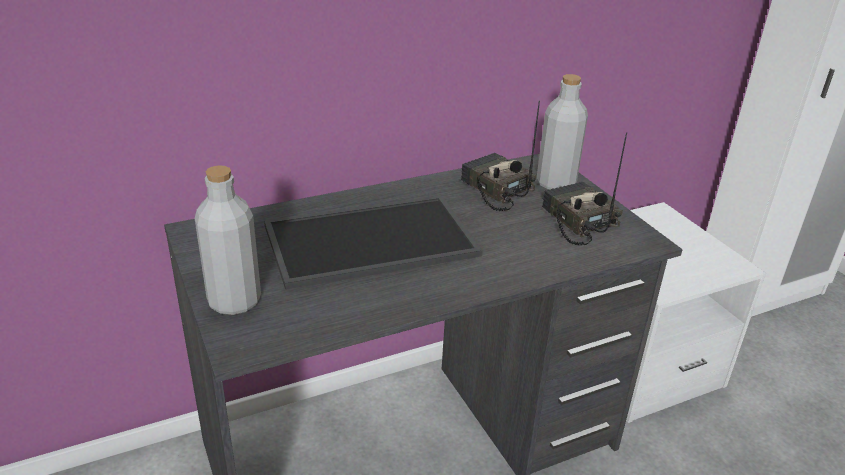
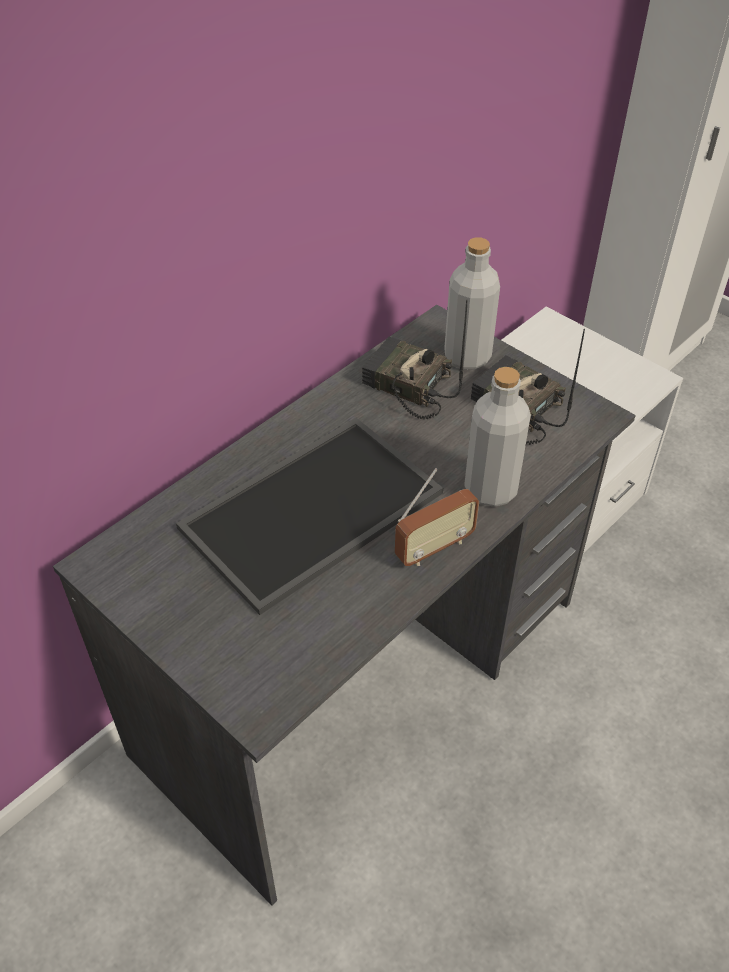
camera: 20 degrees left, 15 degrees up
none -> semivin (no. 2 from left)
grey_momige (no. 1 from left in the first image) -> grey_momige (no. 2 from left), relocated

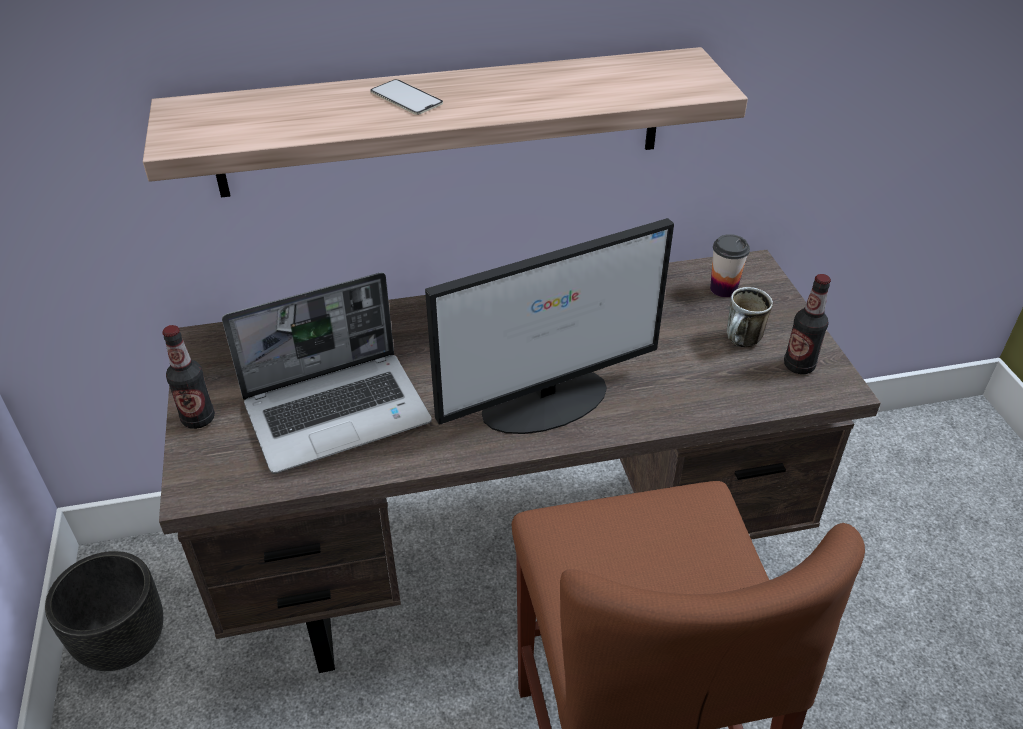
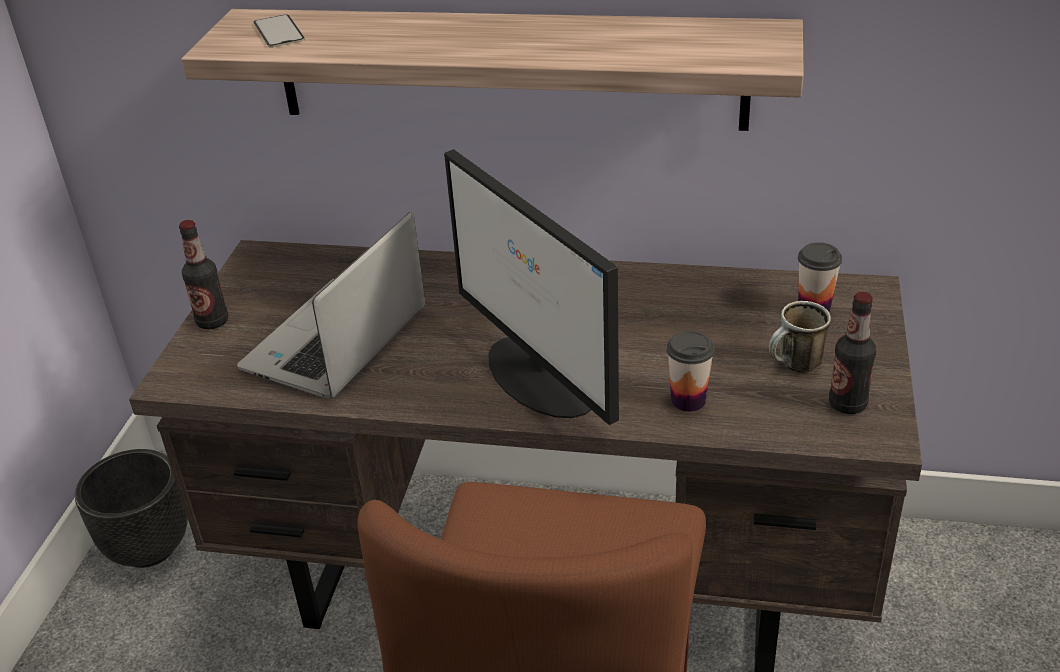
camera: 25 degrees right, 5 degrees down
none -> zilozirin (no. 1 from left)
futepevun, relocated
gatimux, 120 degrees clockwise
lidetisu, 60 degrees clockwise

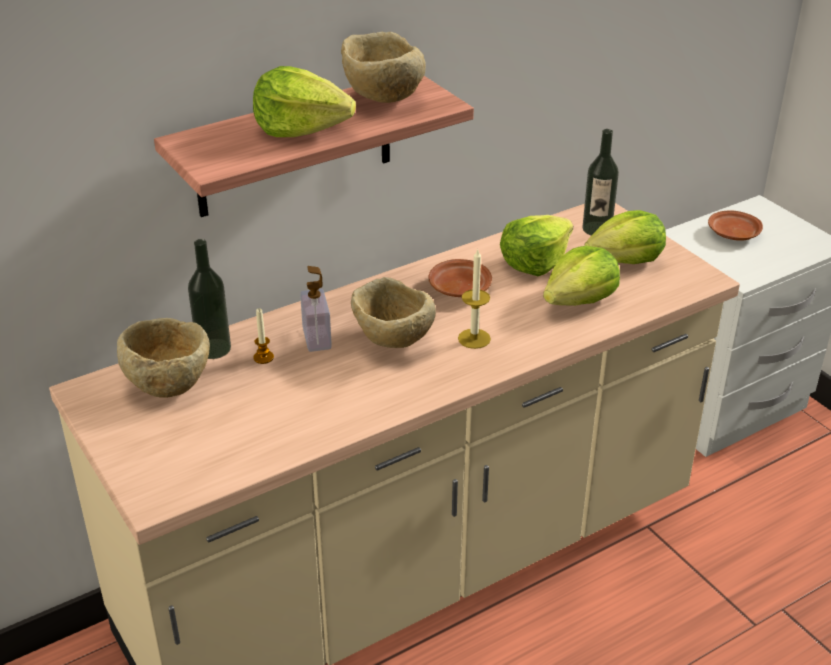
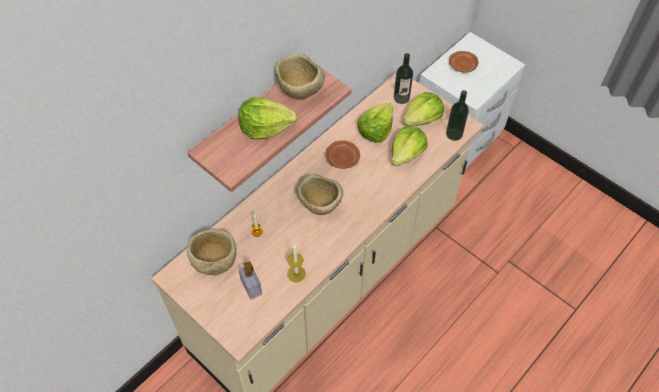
camera: 15 degrees left, 20 degrees up
momige (no. 1 from left in the first image) -> momige (no. 2 from left), relocated
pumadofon, relocated
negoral (no. 2 from left), relocated

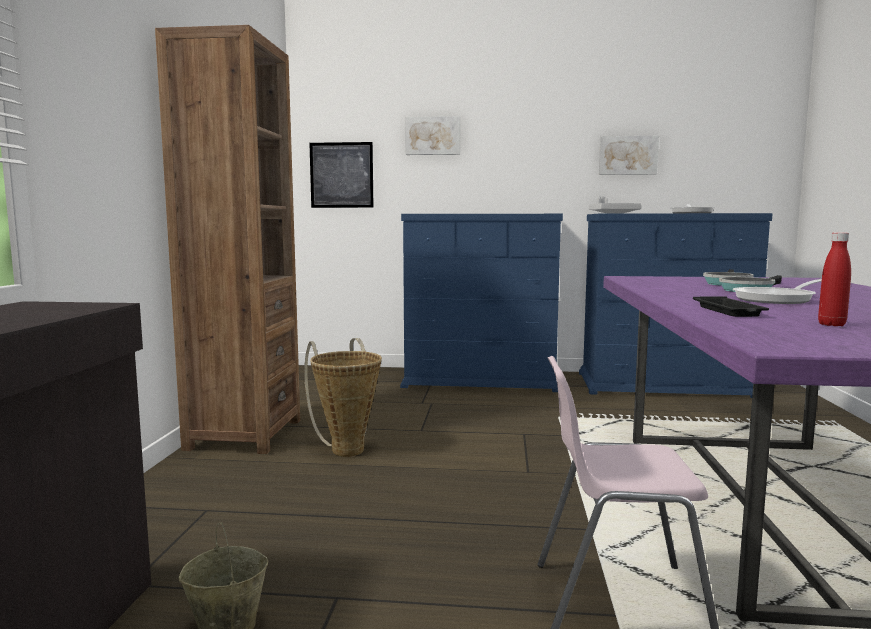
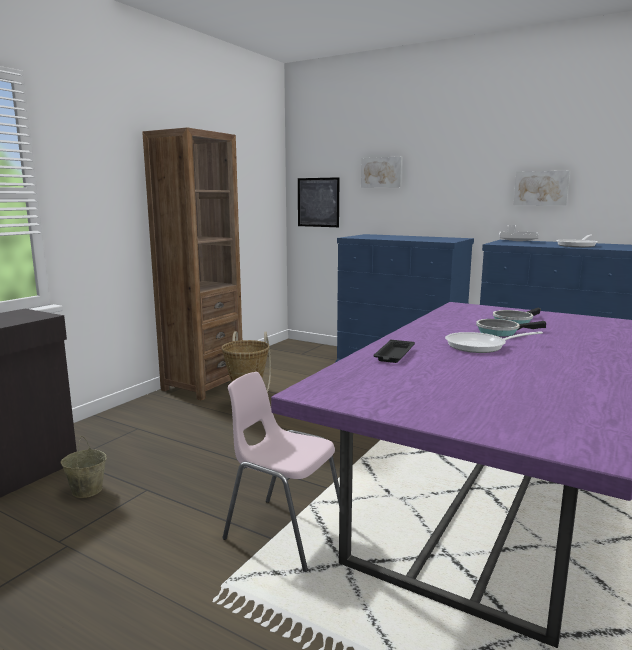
camera: 25 degrees right, 5 degrees up
red_momige -> none

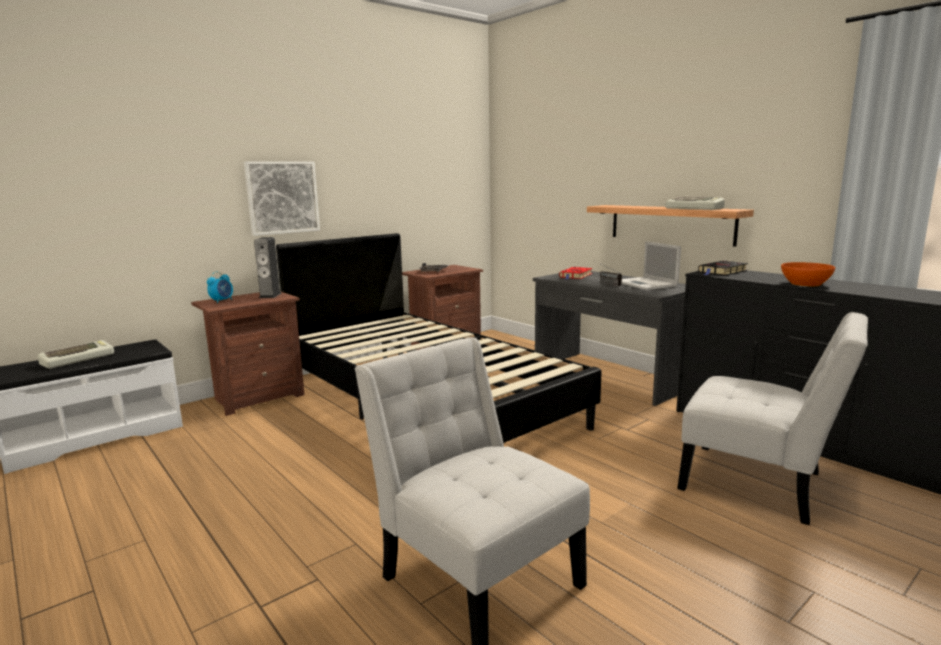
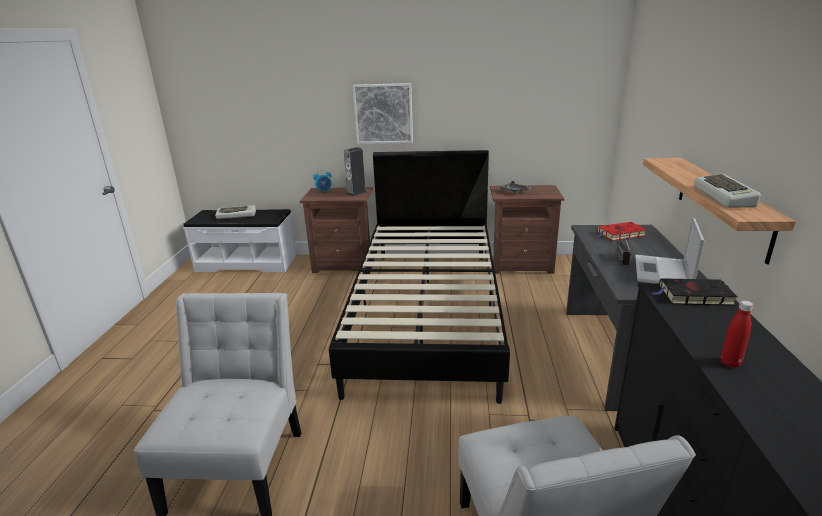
camera: 45 degrees right, 10 degrees up
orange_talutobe -> red_momige

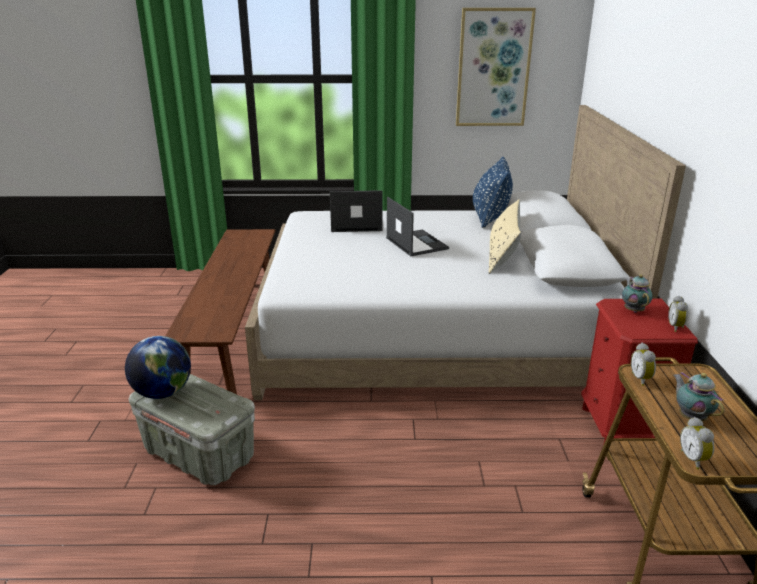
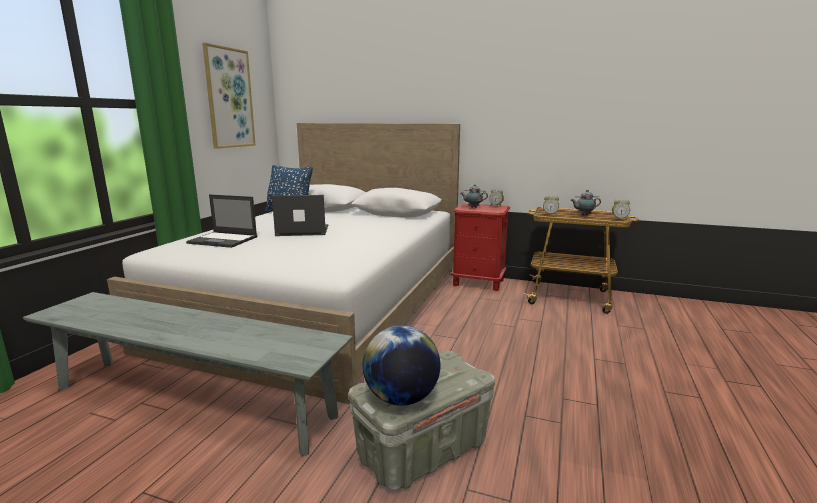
camera: 70 degrees left, 10 degrees down
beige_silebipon -> none
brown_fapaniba -> grey_fapaniba
gatimux (no. 1 from left), 90 degrees counterclockwise

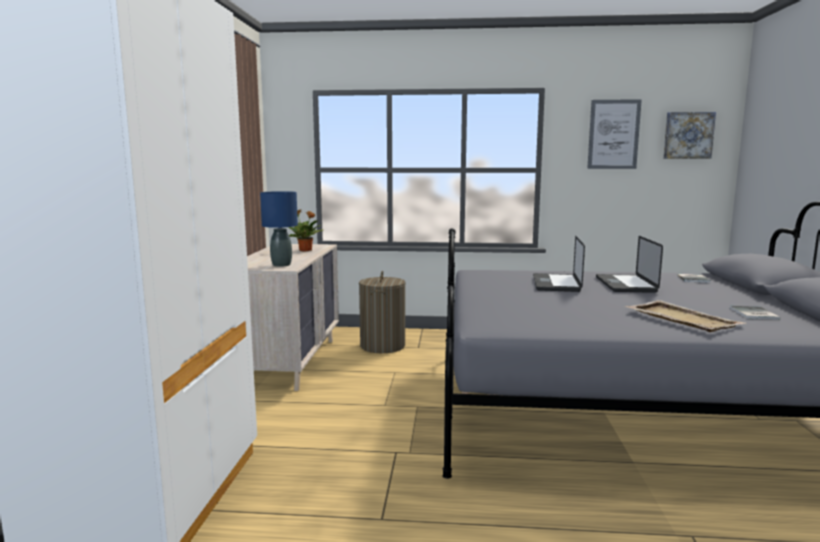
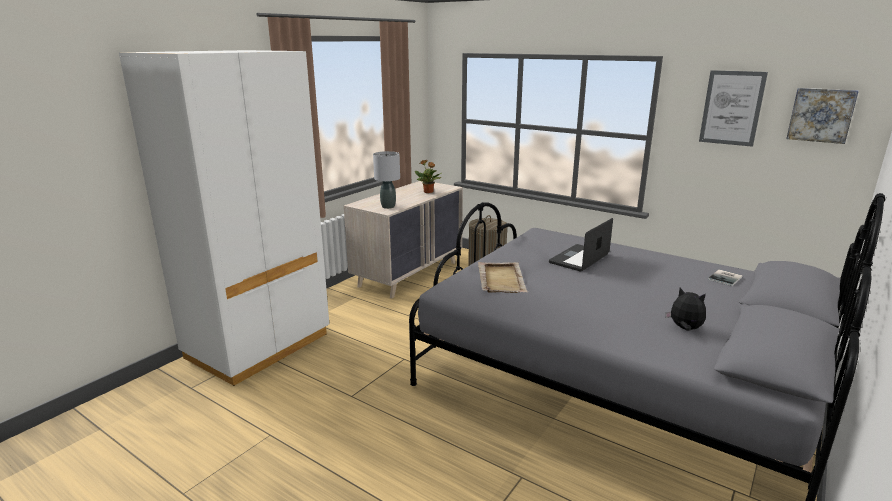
camera: 30 degrees right, 10 degrees up
gatimux (no. 2 from left) -> none
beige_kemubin, relocated
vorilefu (no. 2 from left) -> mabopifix
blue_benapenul -> grey_benapenul

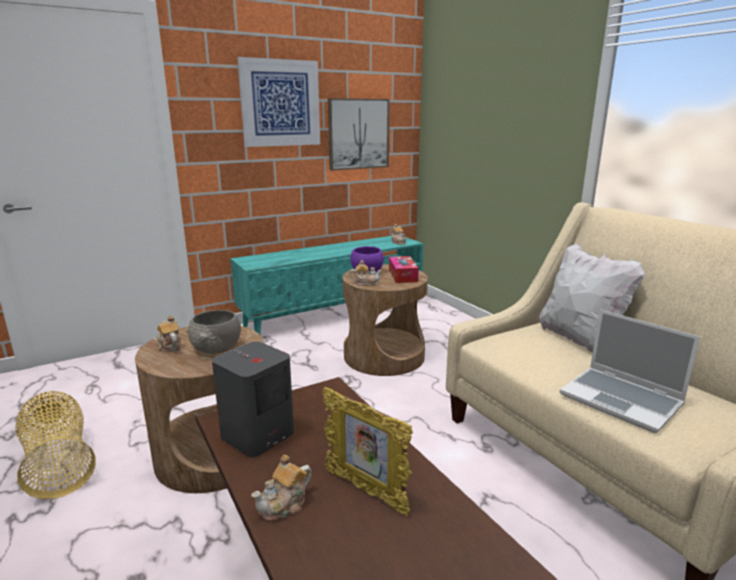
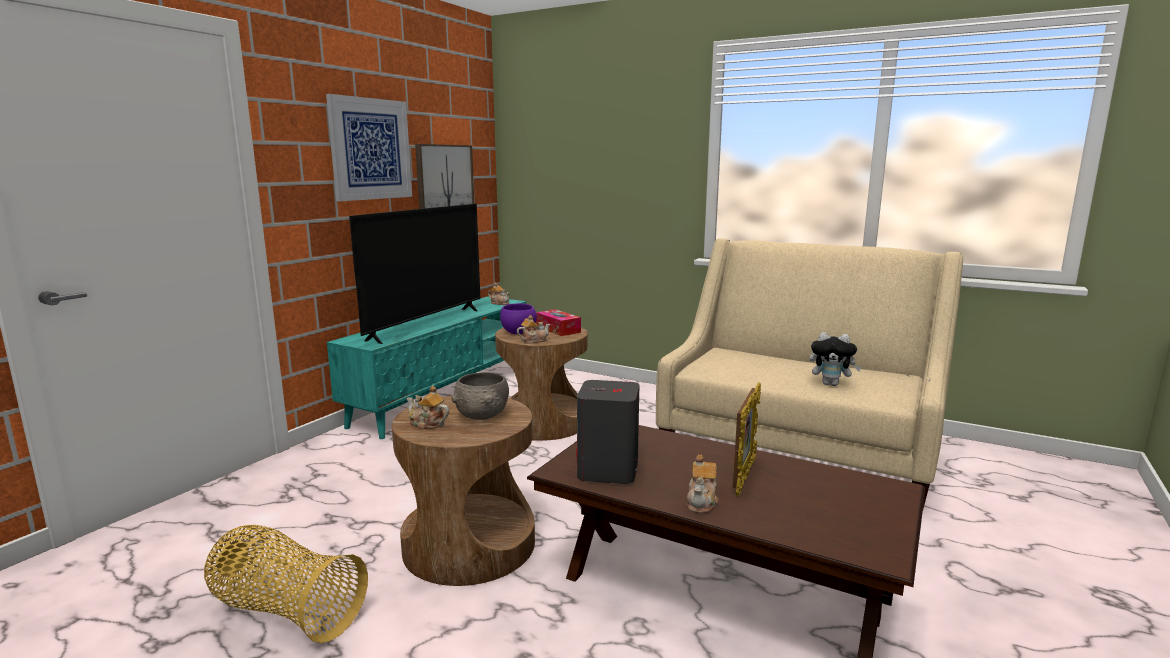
camera: 30 degrees left, 5 degrees down
white_silebipon -> none
none -> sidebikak
gatimux -> mabopifix
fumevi, 75 degrees counterclockwise

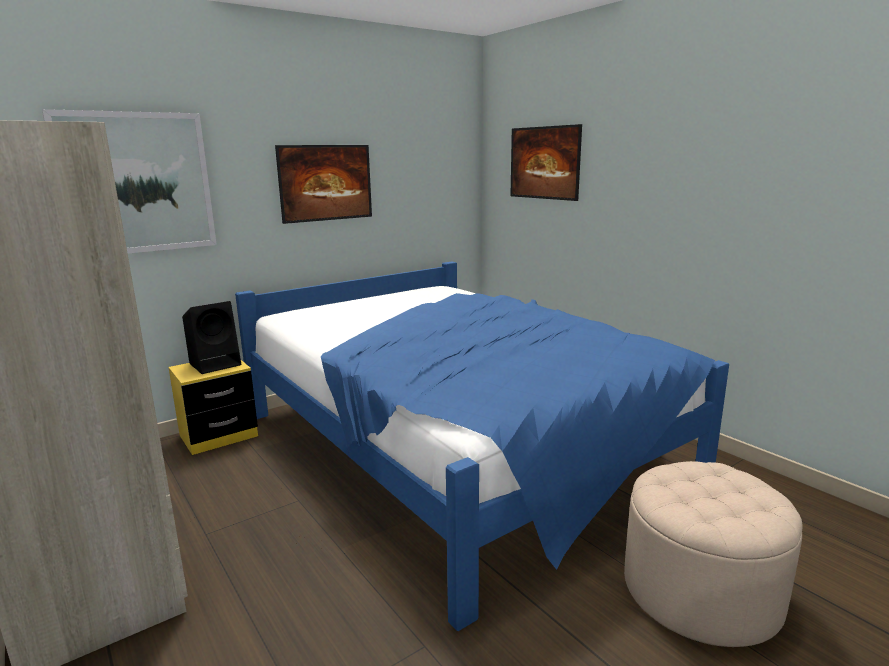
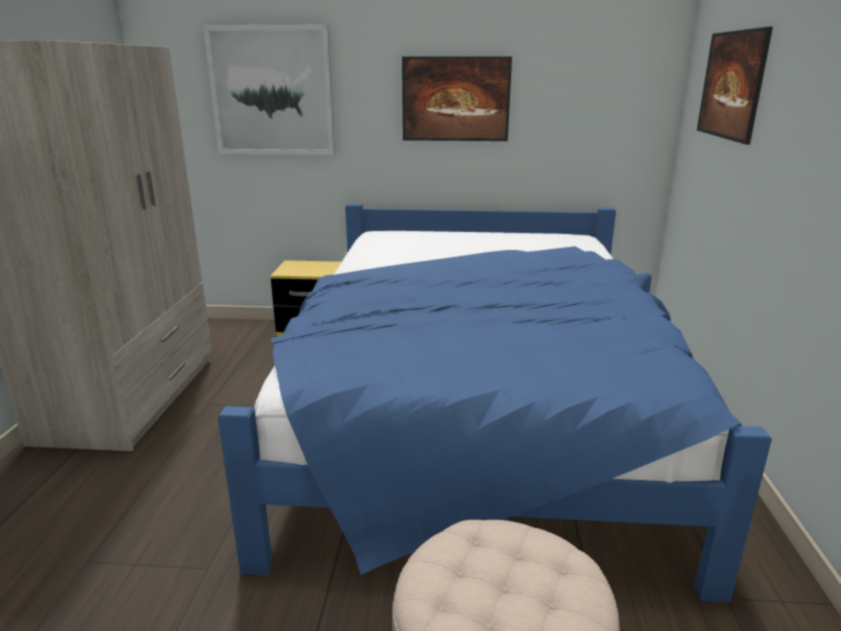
camera: 40 degrees right, 5 degrees up
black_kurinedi -> none

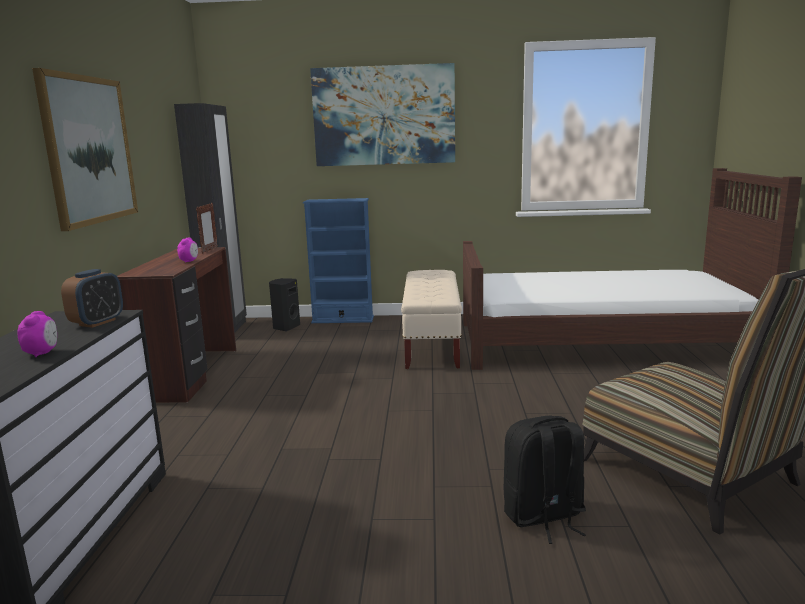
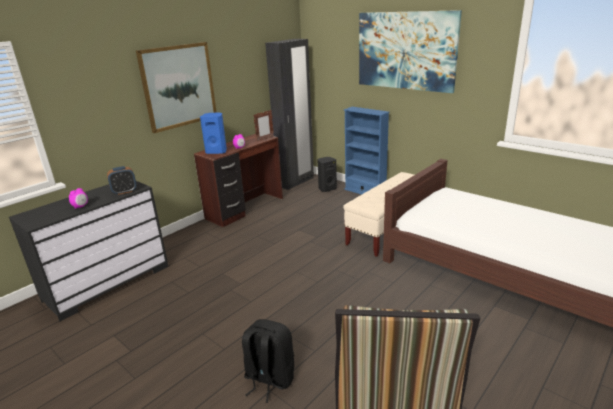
camera: 40 degrees right, 10 degrees up
none -> blue_kurinedi

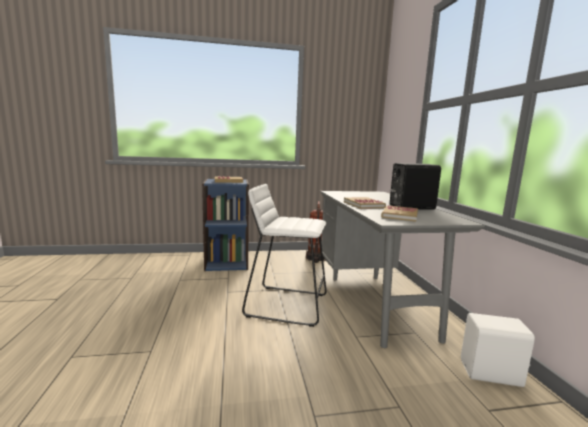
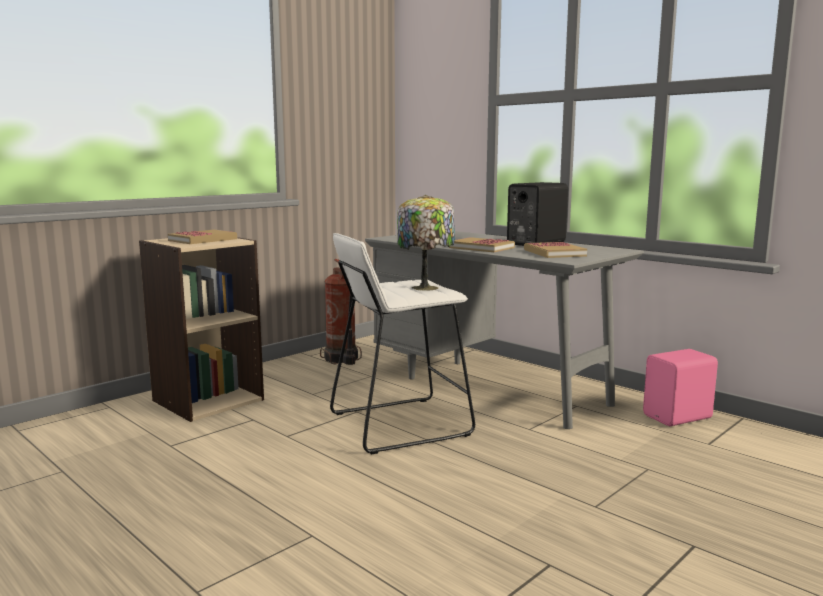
camera: 35 degrees left, 0 degrees up
none -> benapenul
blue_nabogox -> beige_nabogox
white_kurinedi -> pink_kurinedi

